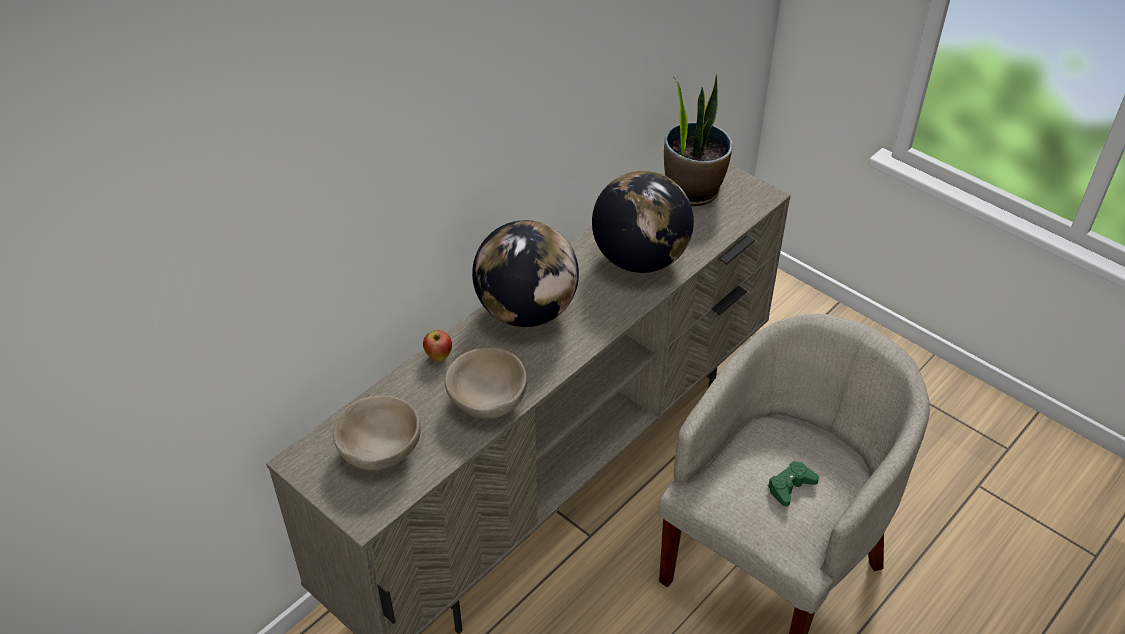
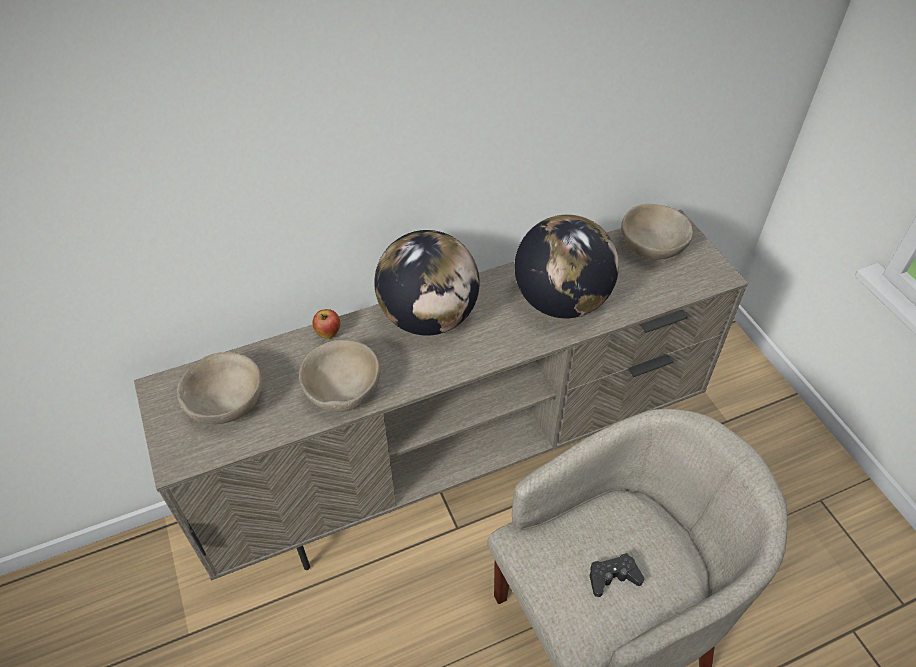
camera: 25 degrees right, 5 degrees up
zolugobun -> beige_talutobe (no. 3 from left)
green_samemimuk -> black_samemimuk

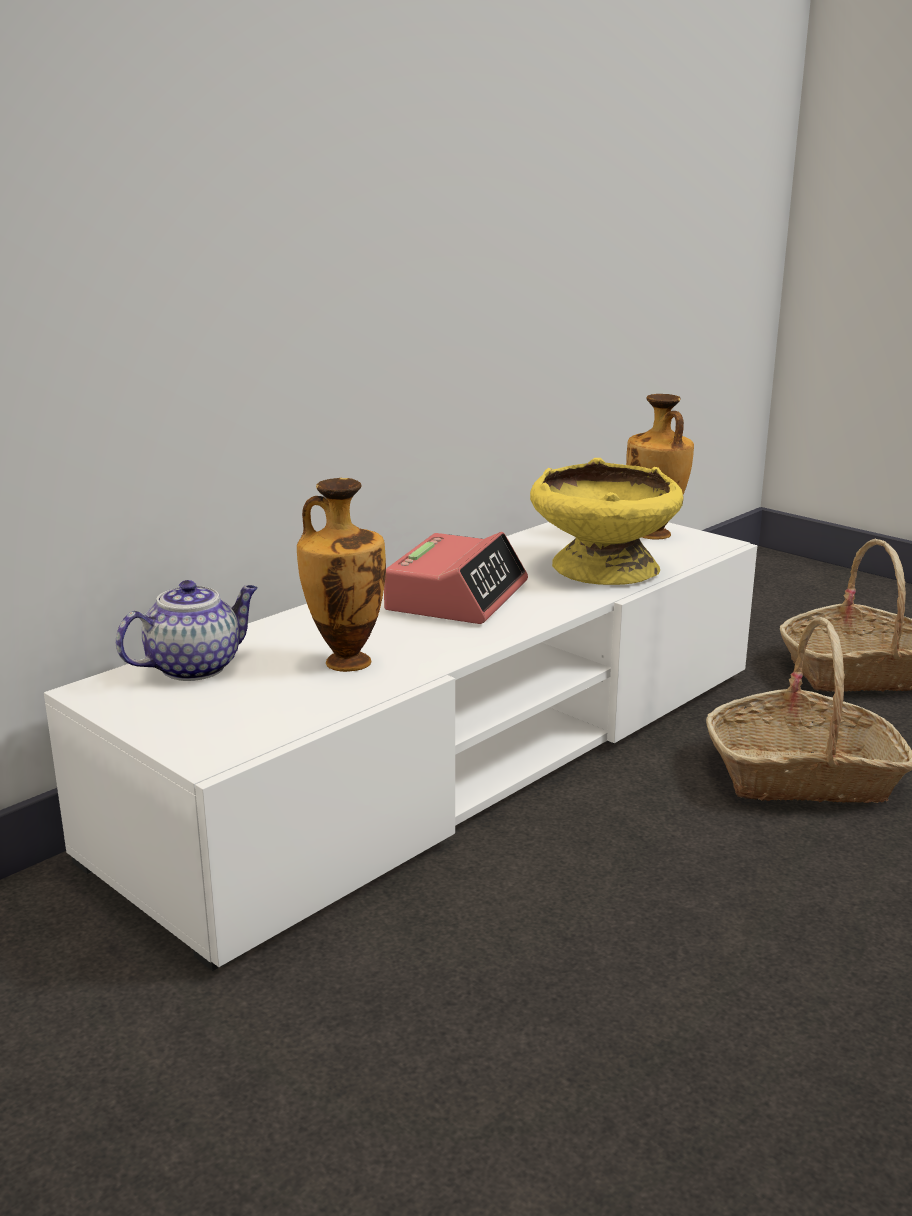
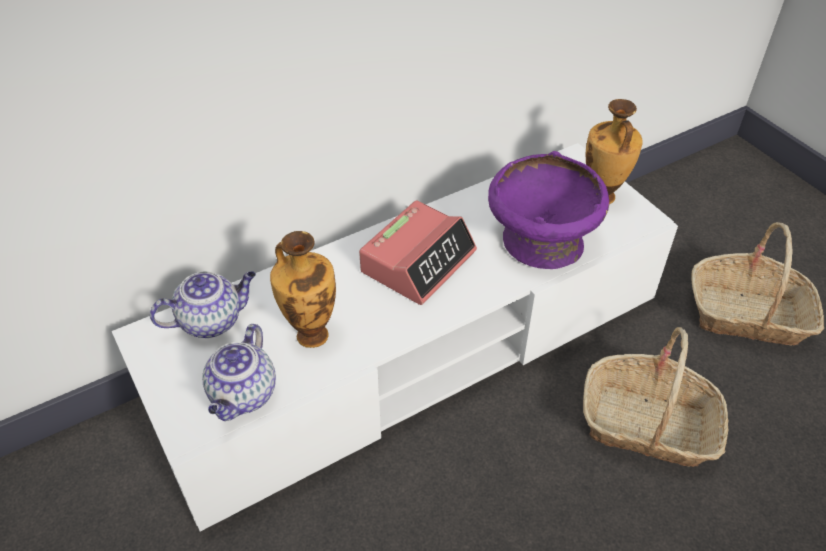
camera: 15 degrees right, 25 degrees up
none -> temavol (no. 2 from left)
yellow_talutobe -> purple_talutobe

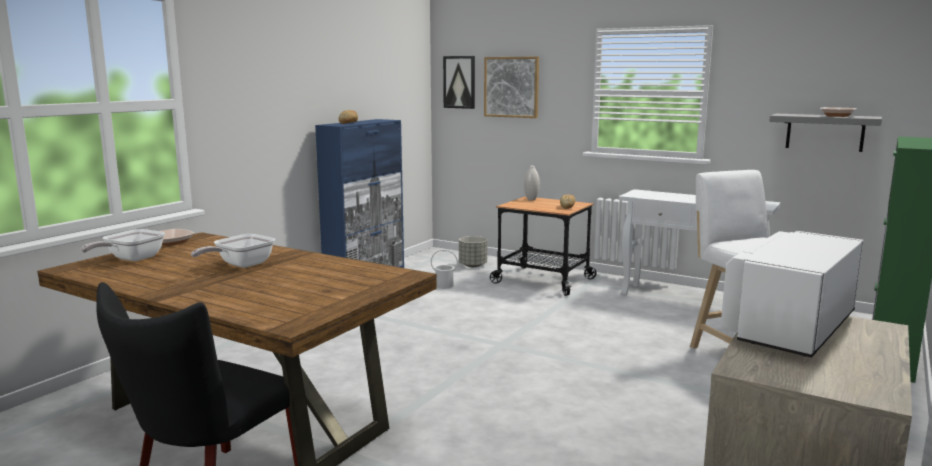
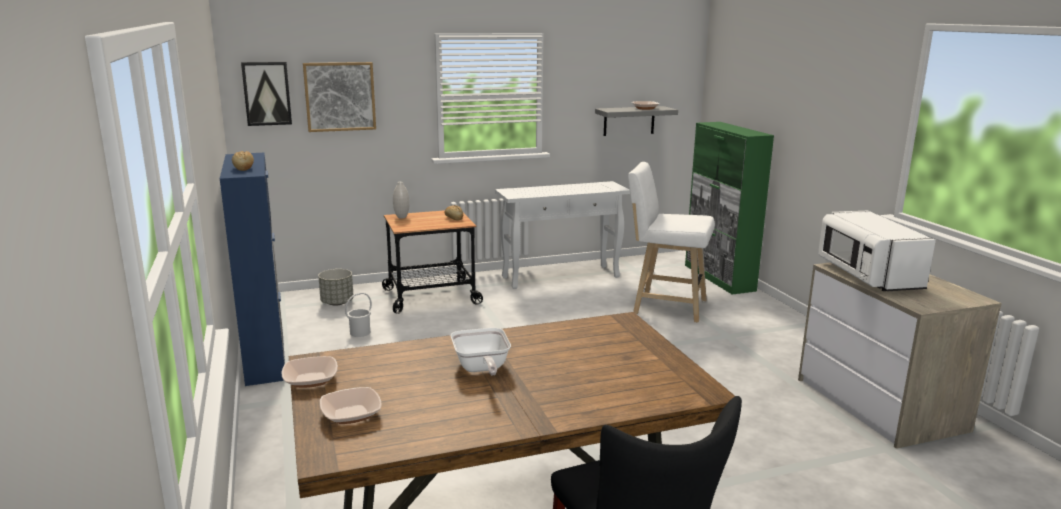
camera: 50 degrees left, 5 degrees up
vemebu (no. 1 from left) -> talutobe (no. 2 from left)

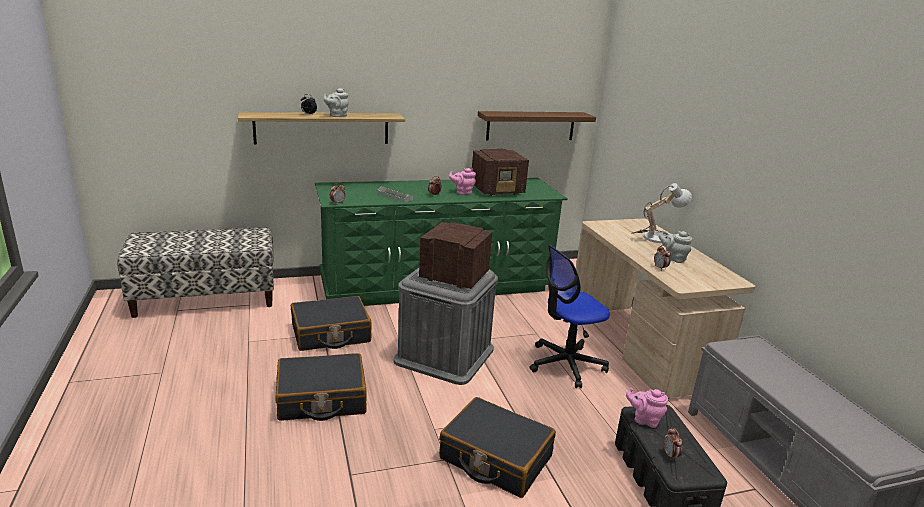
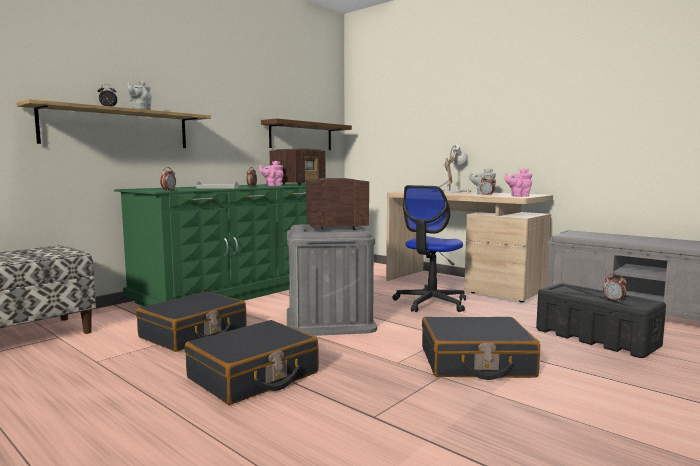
camera: 30 degrees left, 15 degrees down
pink_temavol (no. 2 from left), relocated

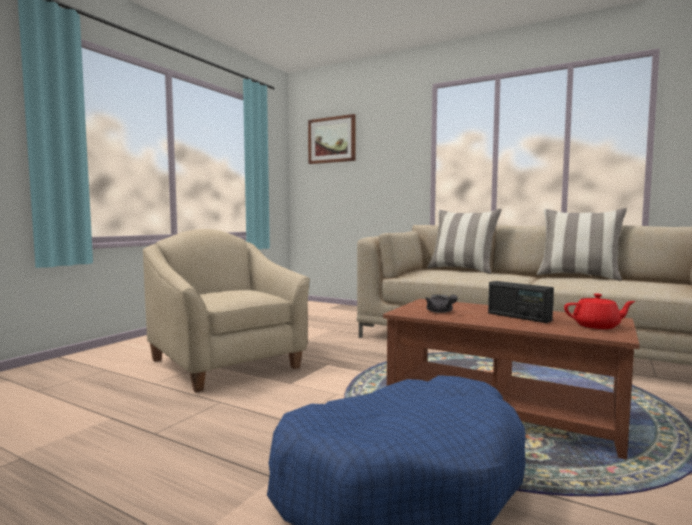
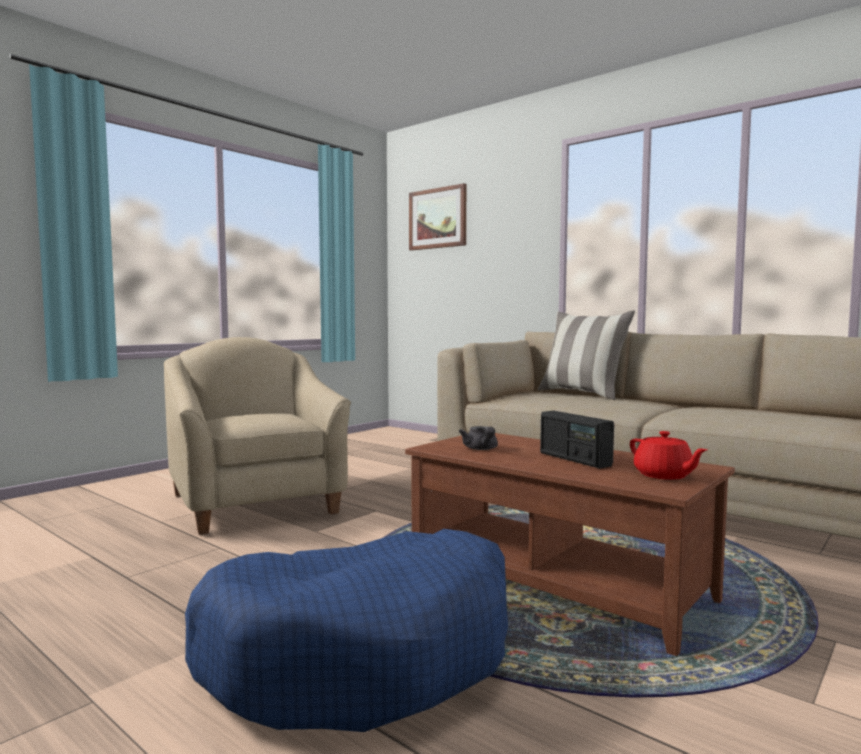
camera: 10 degrees right, 0 degrees up
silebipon (no. 2 from left) -> none
red_temavol, 45 degrees clockwise

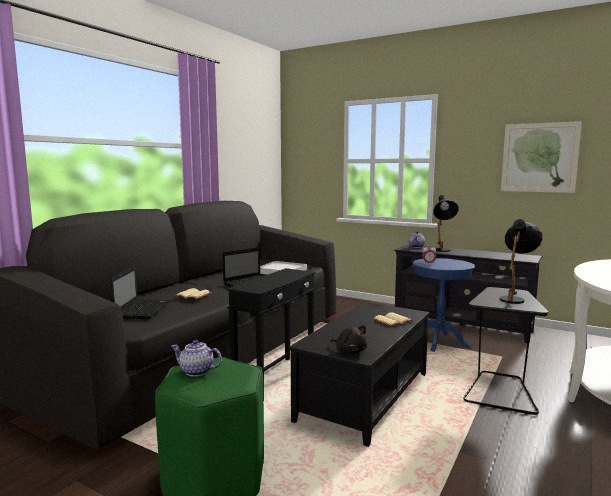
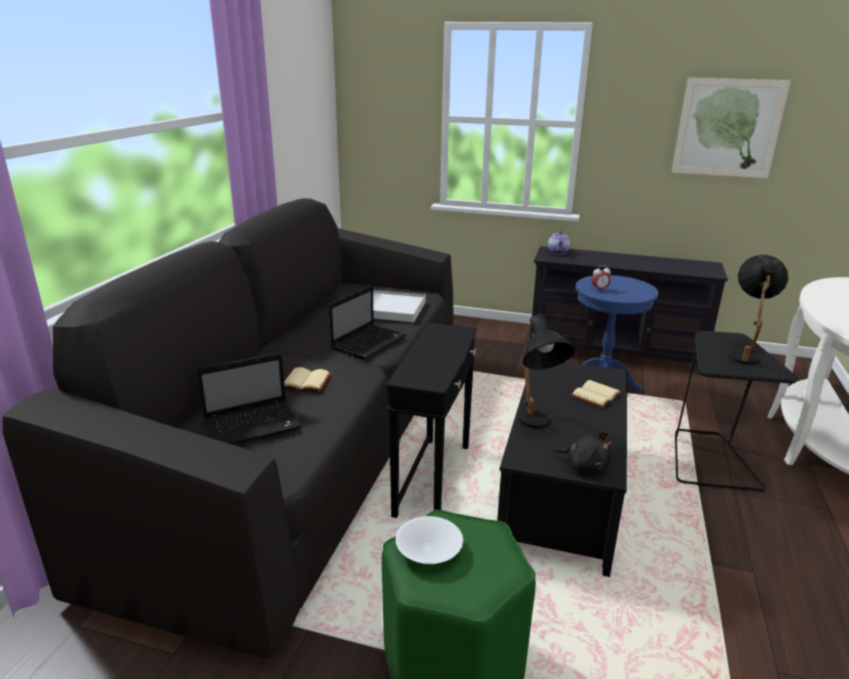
camera: 15 degrees left, 15 degrees up
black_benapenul (no. 1 from left), relocated
temavol (no. 1 from left) -> white_talutobe
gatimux (no. 1 from left), 75 degrees clockwise

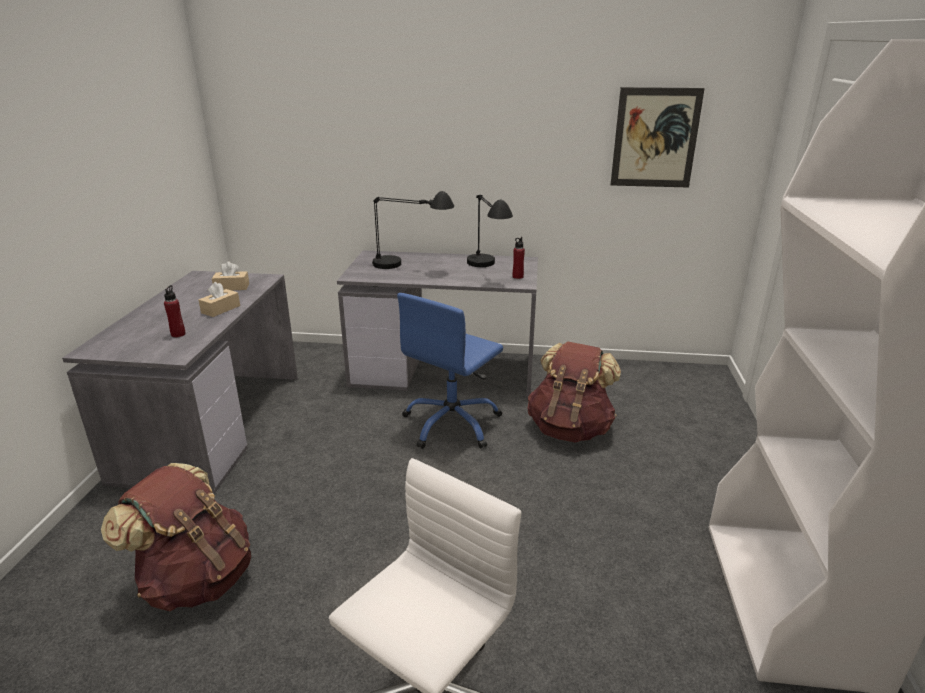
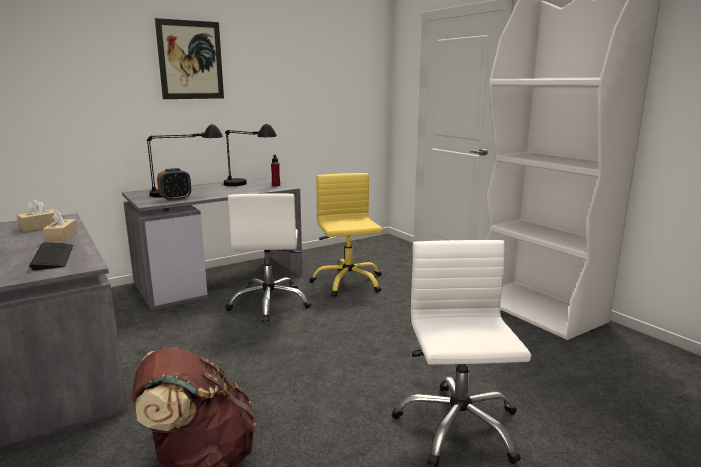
camera: 40 degrees left, 10 degrees down
none -> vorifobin
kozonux, relocated
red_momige (no. 1 from left) -> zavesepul
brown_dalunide (no. 2 from left) -> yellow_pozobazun
blue_pozobazun -> white_pozobazun (no. 1 from left)

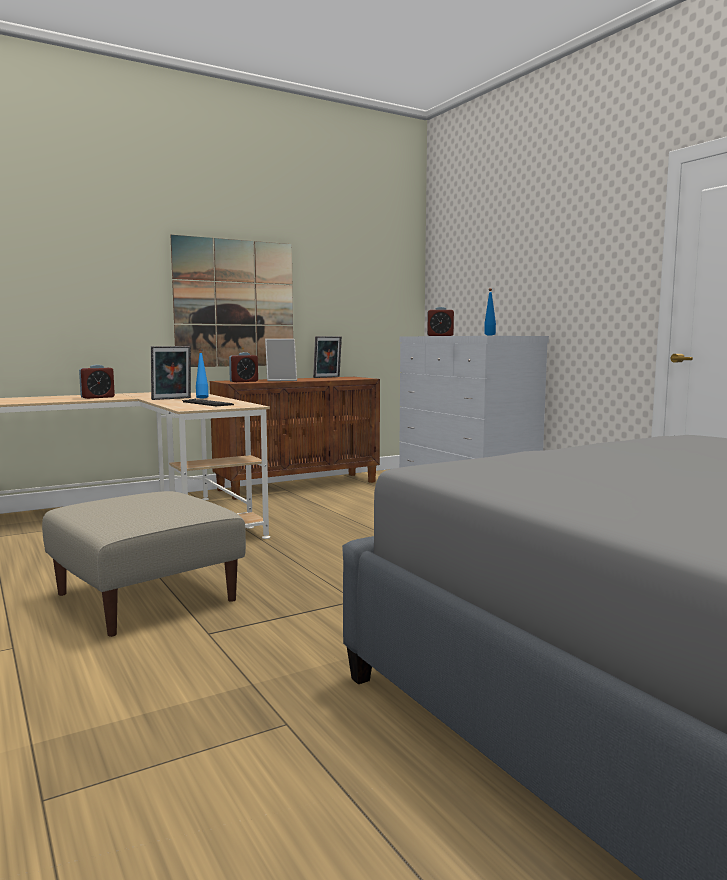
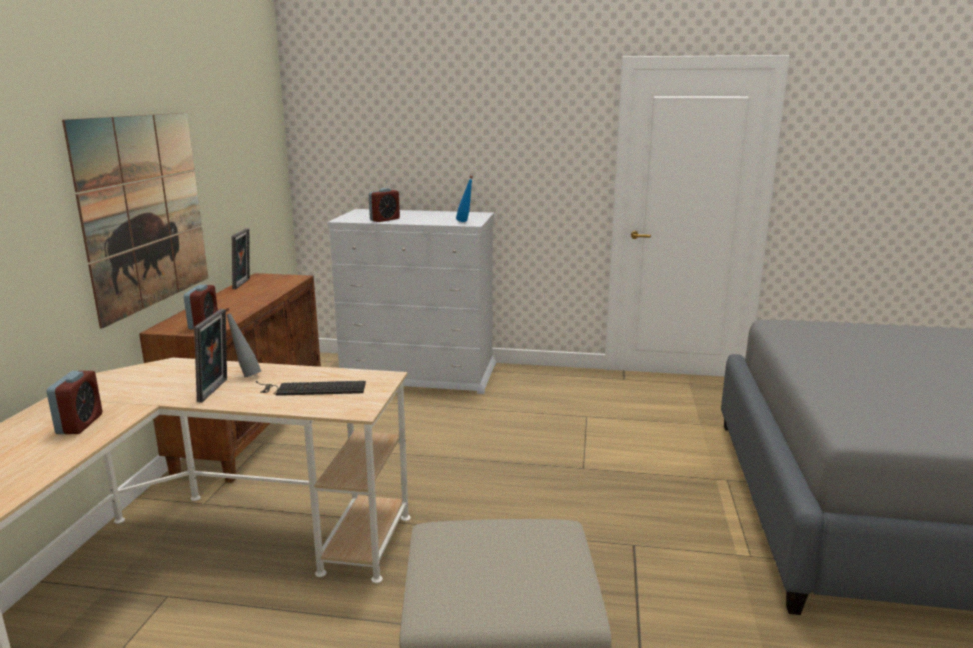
camera: 50 degrees left, 10 degrees up
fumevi (no. 2 from left) -> none
blue_momige (no. 1 from left) -> grey_momige

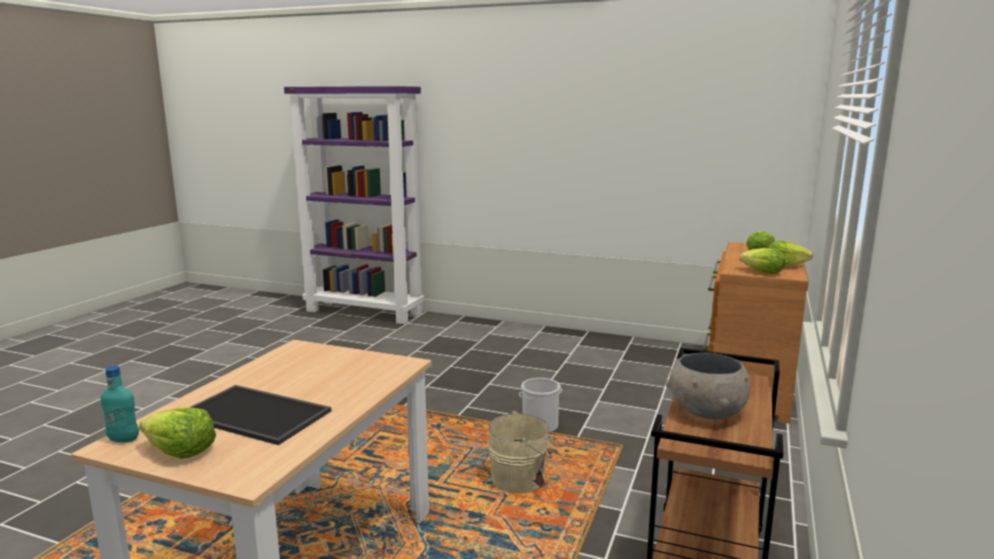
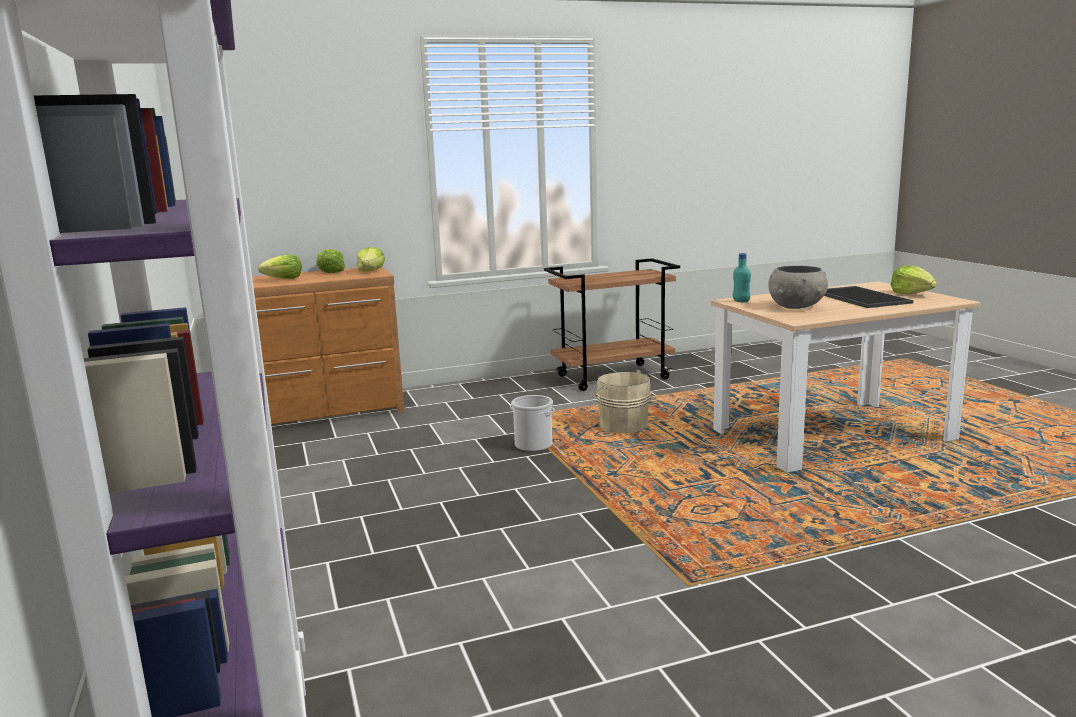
camera: 130 degrees left, 0 degrees up
turquoise_momige, relocated
grey_talutobe, relocated

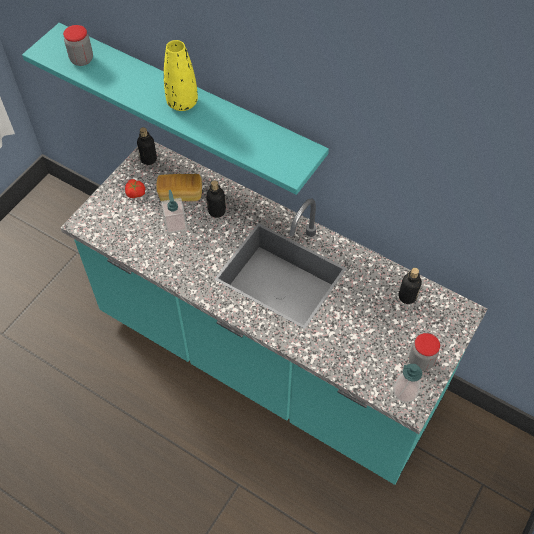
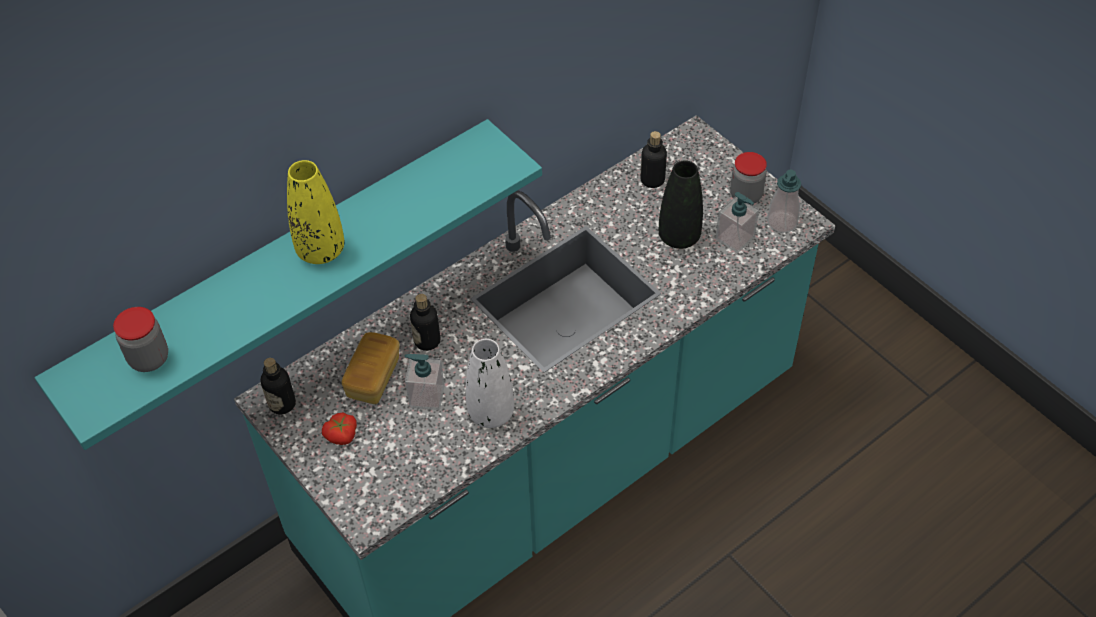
camera: 70 degrees left, 5 degrees down
none -> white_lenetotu
none -> black_lenetotu
none -> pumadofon (no. 2 from left)

